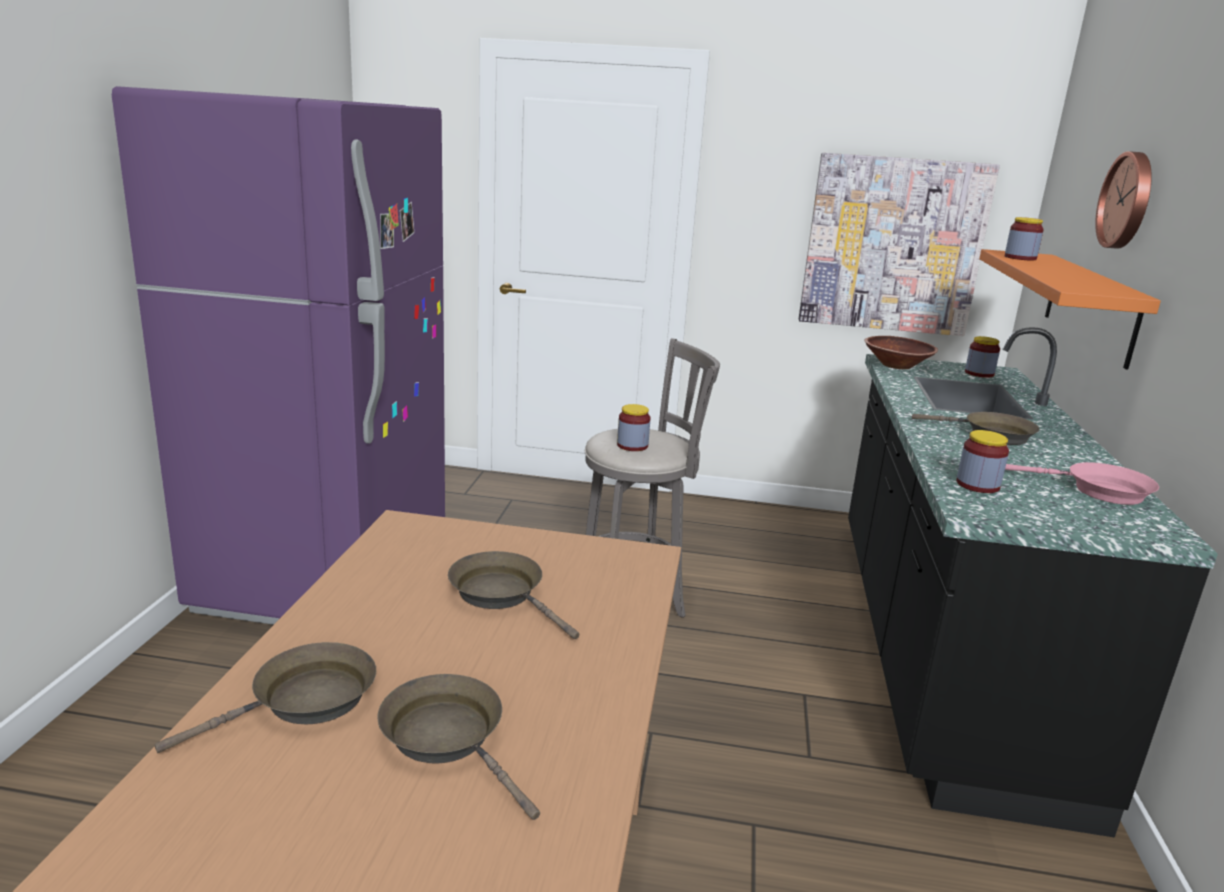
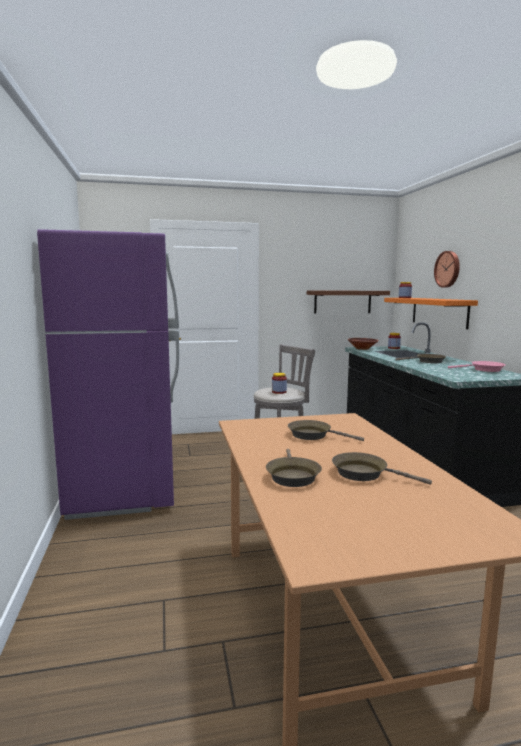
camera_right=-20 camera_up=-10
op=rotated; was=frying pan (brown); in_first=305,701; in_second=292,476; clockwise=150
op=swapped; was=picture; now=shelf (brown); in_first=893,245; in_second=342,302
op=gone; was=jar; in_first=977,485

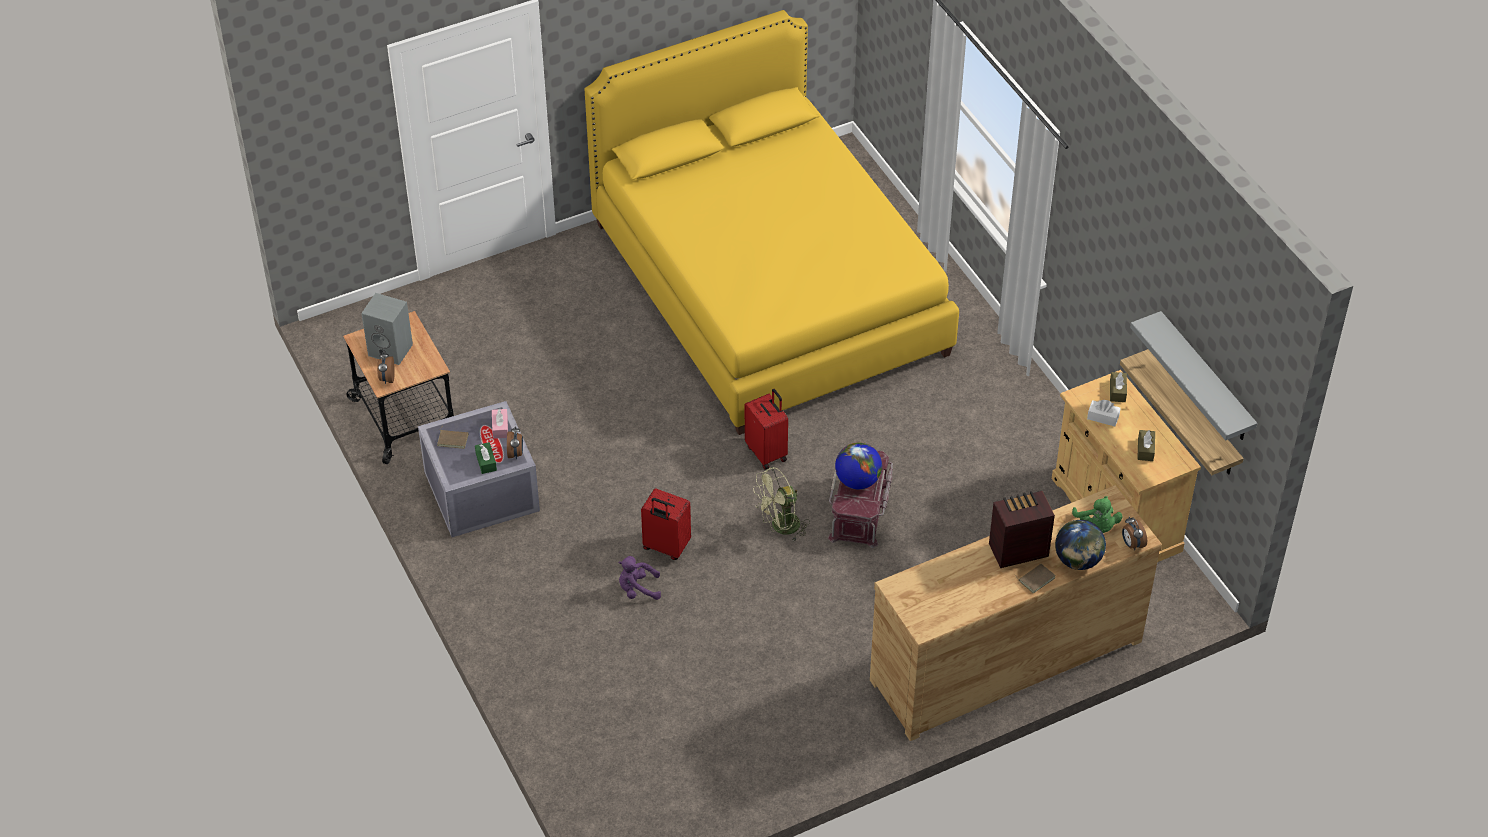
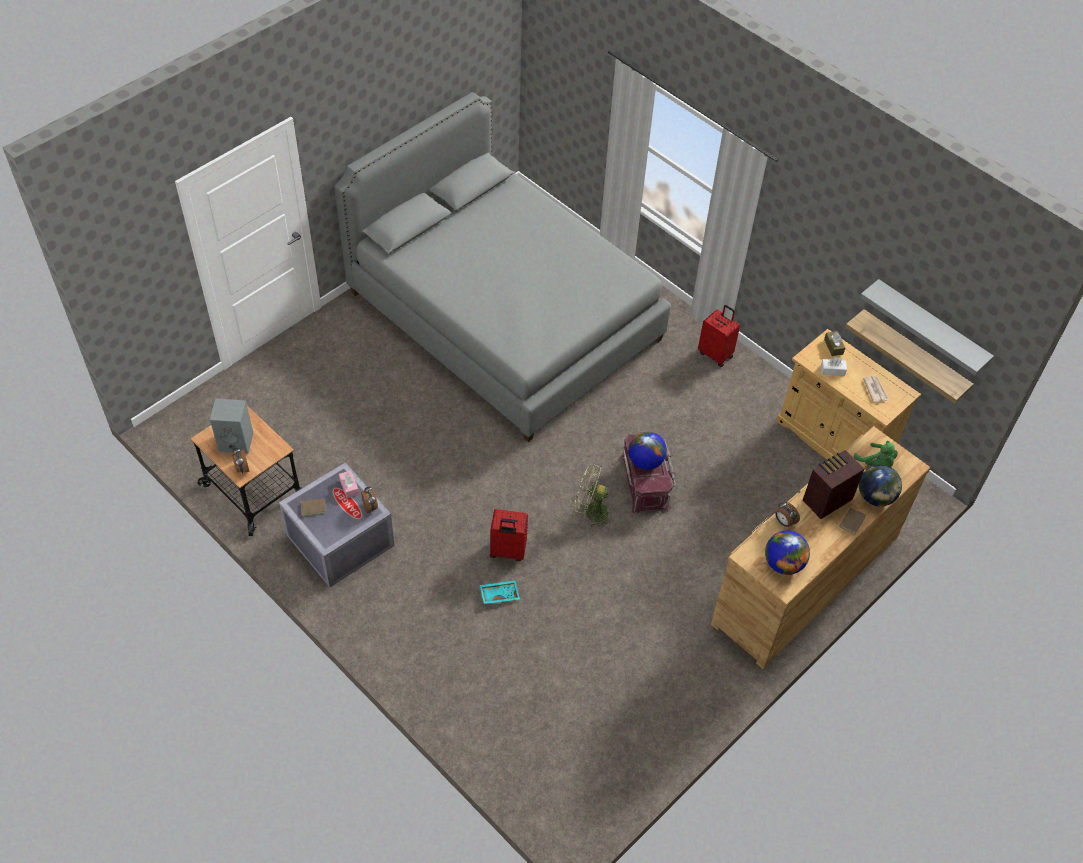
camera_right=-20 camera_up=5
op=repainted; was=bed (yellow); now=bed (grey); in_first=769,288; in_second=504,316
op=swapped; was=plush toy (purple); now=tray (turquoise); in_first=637,589; in_second=499,594
op=rotated; was=fan (green); in_first=780,527; in_second=590,512; clockwise=60
op=shifted; was=suitcase (red); in_first=767,453; in_second=716,354
op=new; now=globe; in_second=783,564
op=shifted; was=alarm clock; in_first=1131,544; in_second=784,522
op=swapped; was=tissue box (brown); now=newspaper; in_first=1145,449; in_second=875,389
op=gone; was=tissue box (green); in_first=486,462

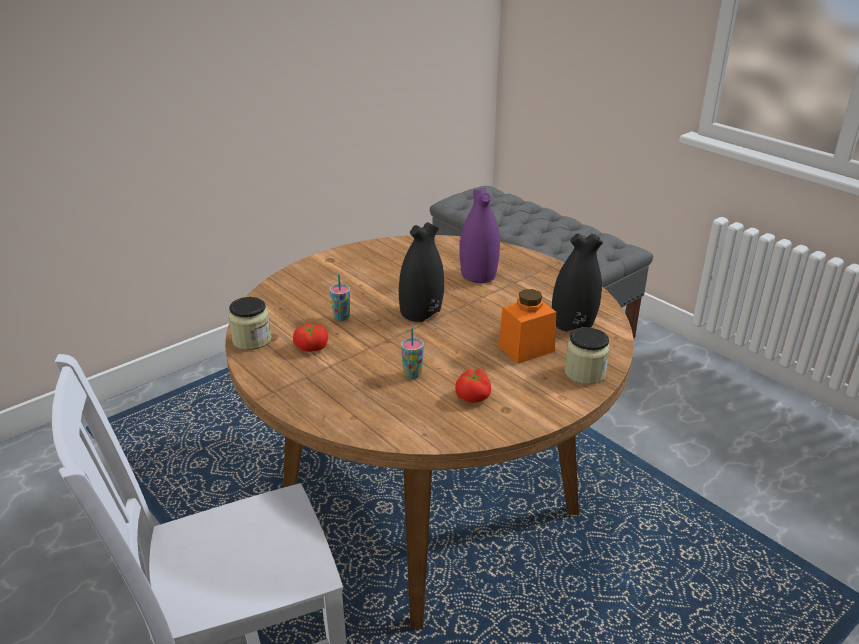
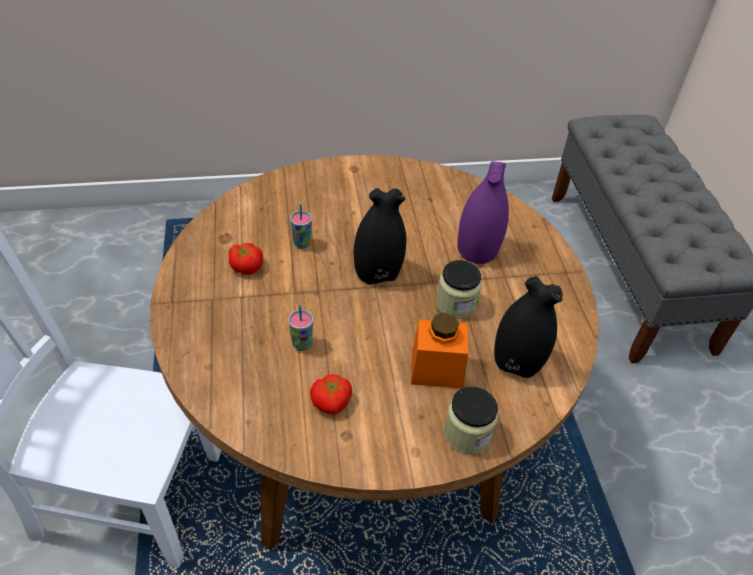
camera_right=30 camera_up=15
op=shifted; was=jar; in_first=252,340; in_second=456,304

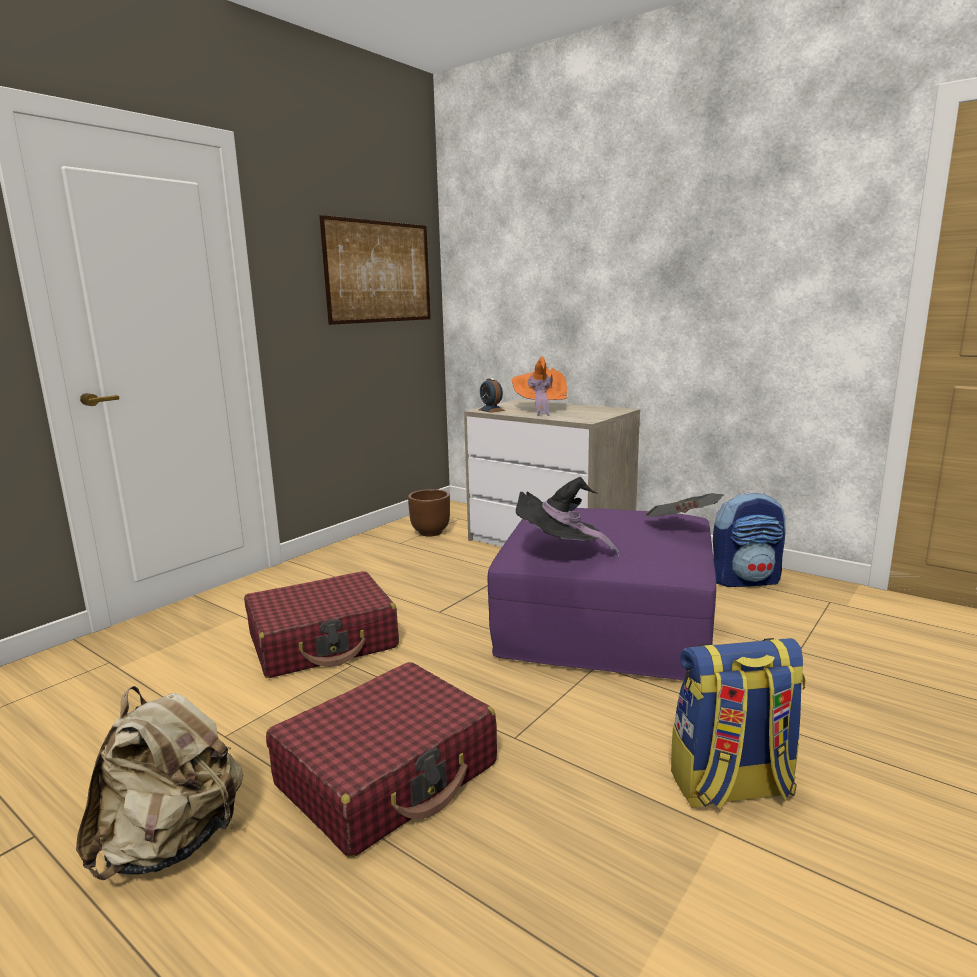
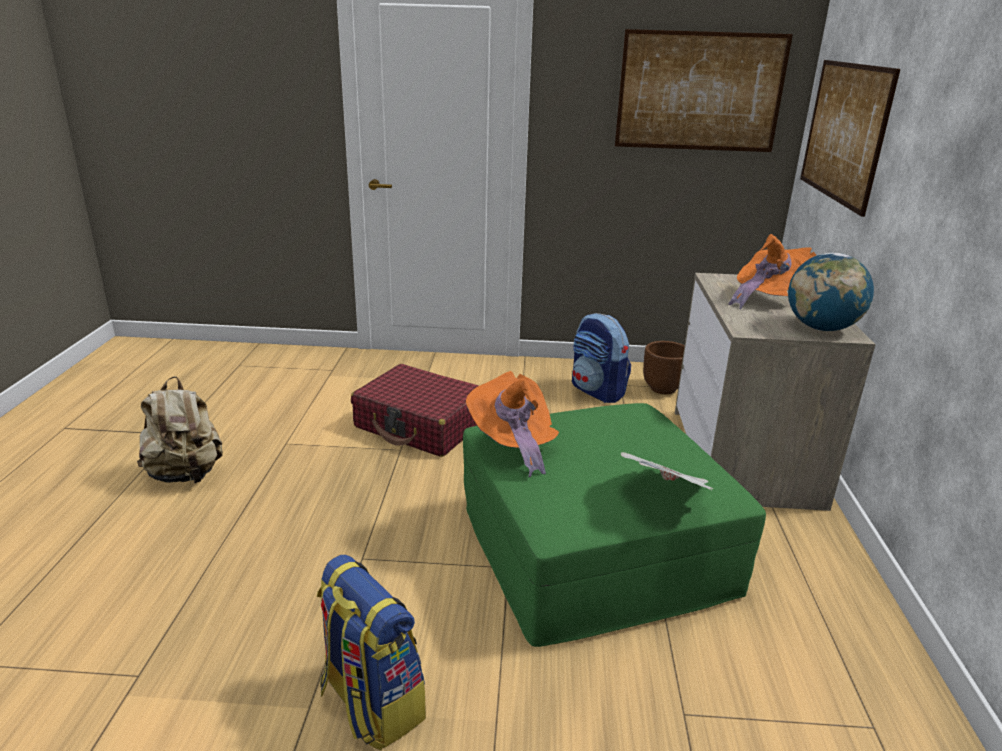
camera_right=55 camera_up=10
op=repainted; was=ottoman (purple); now=ottoman (green); in_first=605,623; in_second=595,548
op=repainted; was=hat (black); now=hat (orange); in_first=560,551; in_second=513,444
op=shifted; was=backpack; in_first=745,580; in_second=598,391
op=new; now=globe; in_second=821,328
op=new; now=picture; in_second=844,132
op=gone; was=suitcase (red); in_first=388,775
op=gone; was=alarm clock; in_first=491,410

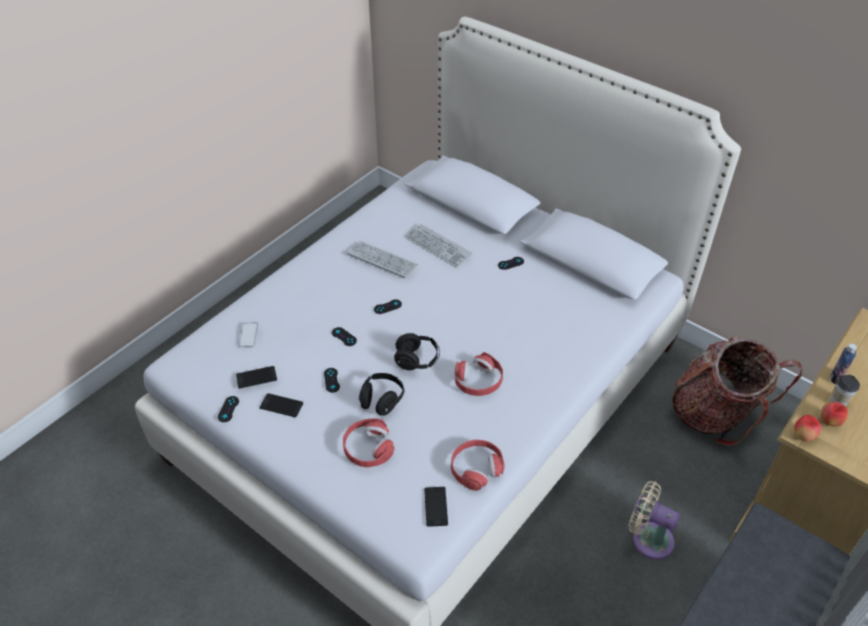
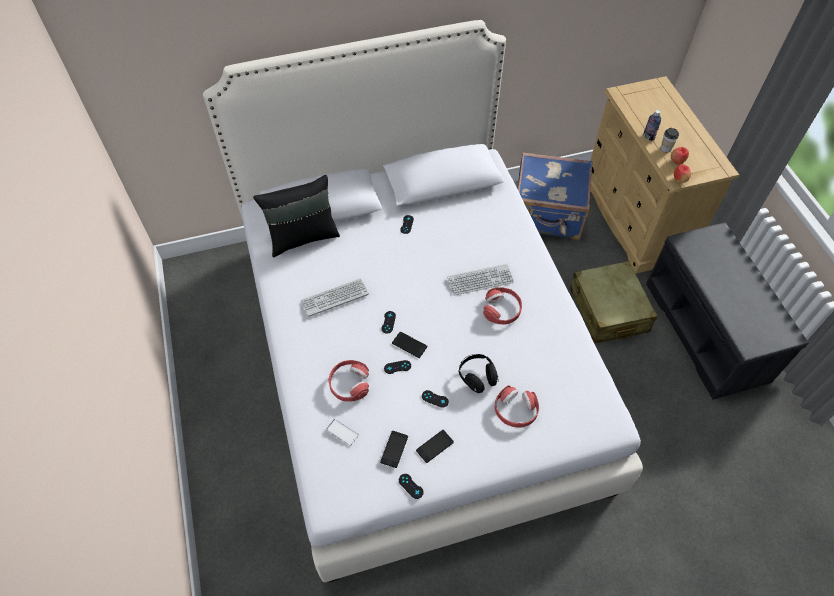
camera_right=-55 camera_up=10
op=new; now=pillow (black); in_second=303,237
op=shifted; was=headphones (red); in_first=476,468; in_second=349,384
op=shifted; was=phone; in_first=436,506; in_second=409,345
op=shifted; was=keyboard; in_first=438,246; in_second=480,280
op=swapped; was=backpack; now=suitcase (blue); in_first=716,414; in_second=547,215
op=swapped; was=fan (beige); now=suitcase (beige); in_first=648,538; in_second=608,310
op=gone; was=headphones (black); in_first=417,360

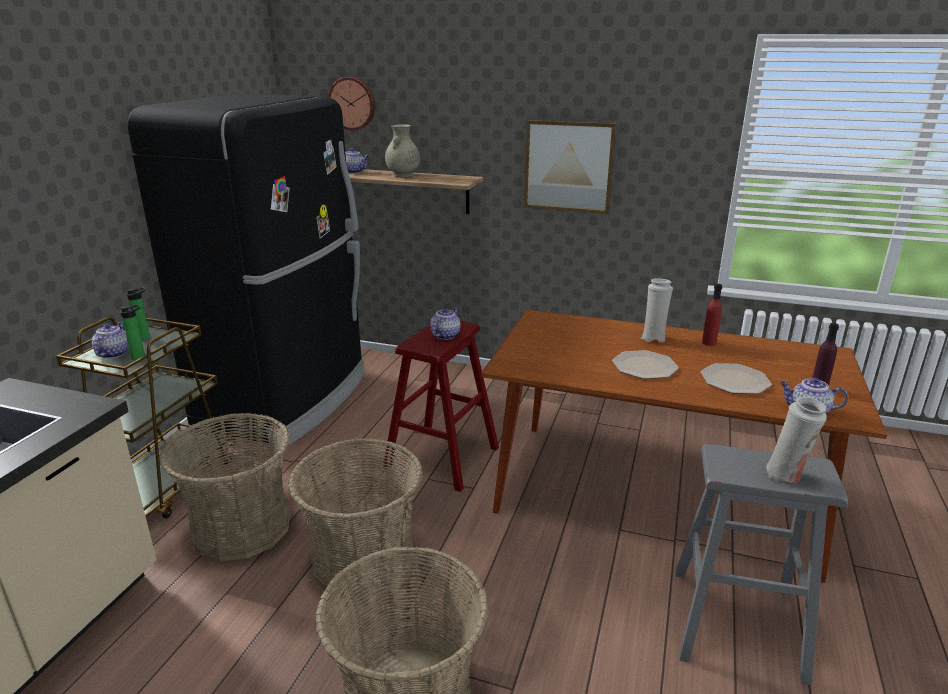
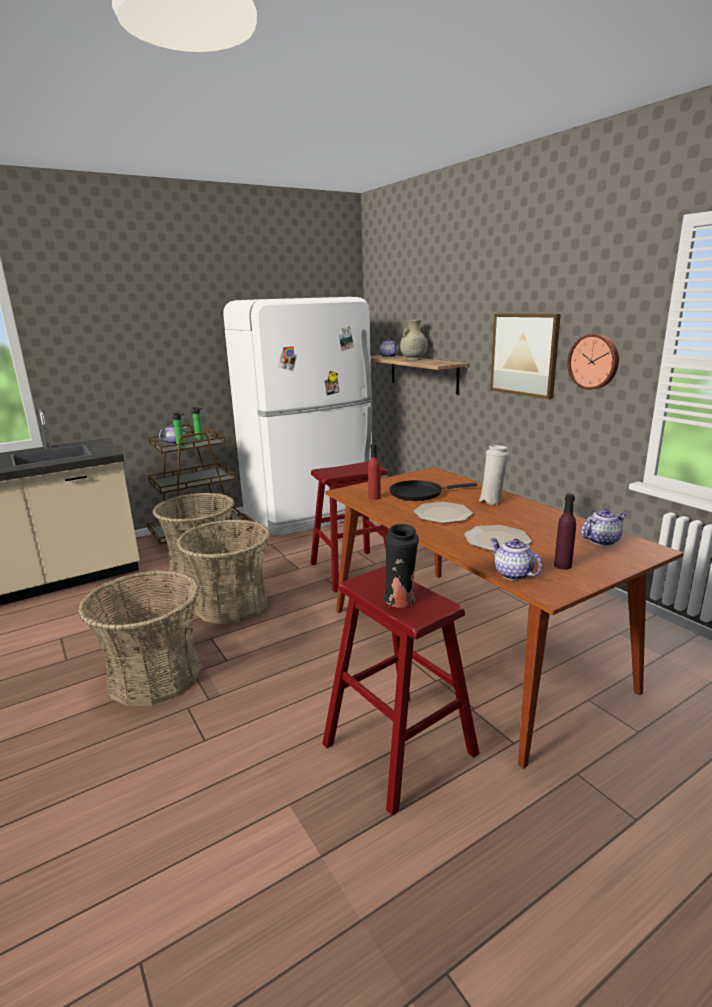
camera_right=40 camera_up=-5
op=repainted; was=fridge (black); now=fridge (white); in_first=287,399; in_second=311,513
op=repainted; was=stool (grey); now=stool (red); in_first=736,623; in_second=399,748
op=shifted; was=bottle (red); in_first=709,342; in_second=374,497
op=repainted; was=vase (white); now=vase (black); in_first=787,476; in_second=400,602
op=new; now=frying pan (black); in_second=419,493
op=shifted; was=wall clock; in_first=352,103; in_second=594,361
op=shifted; was=teapot; in_first=445,335; in_second=602,540

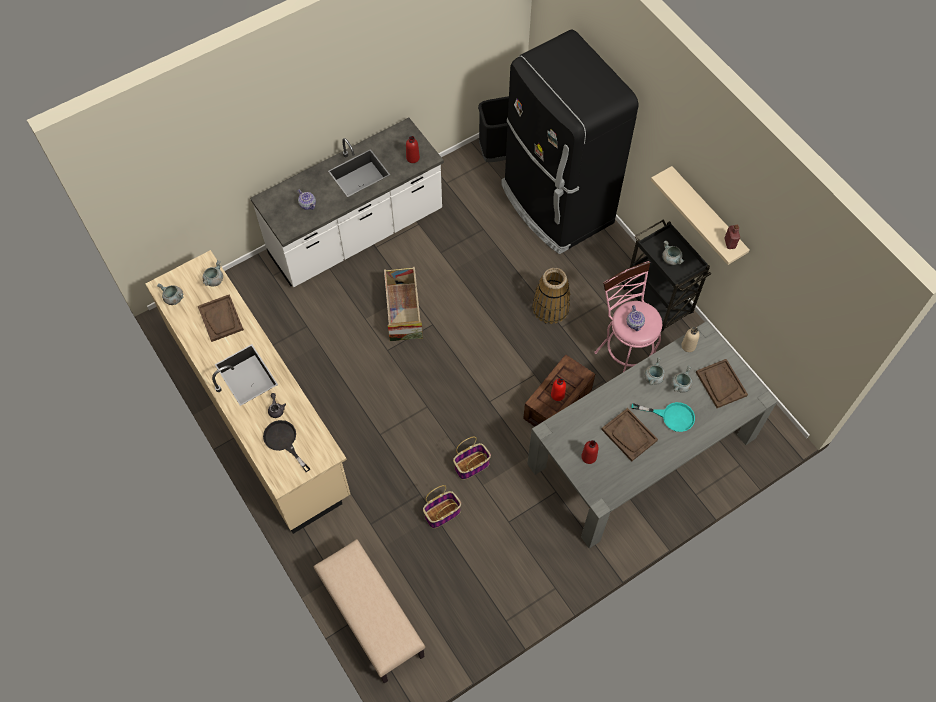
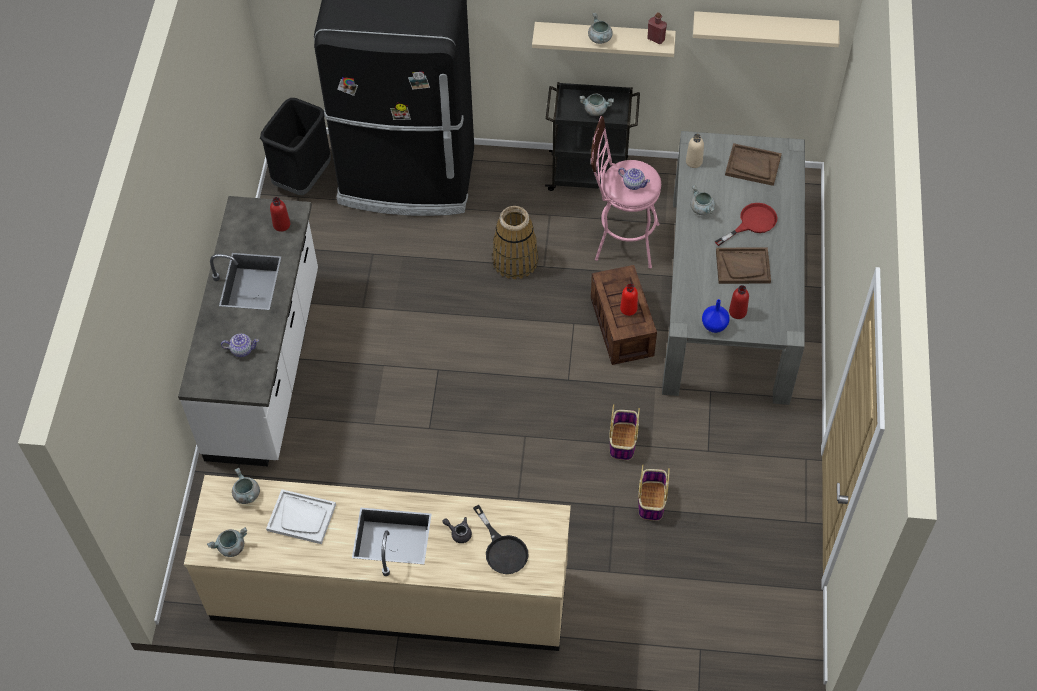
camera_right=-50 camera_up=-5
op=repainted; was=tray (brown); now=tray (white); in_first=221,319; in_second=302,517
op=rotated; was=frying pan (black); in_first=284,441; in_second=502,549; clockwise=-120
op=shifted; was=cooking pot (grey); in_first=680,386; in_second=600,38
op=new; now=shelf (beige); in_second=764,28
op=new; now=vase (blue); in_second=714,325
op=repainted; was=frying pan (turquoise); now=frying pan (red); in_first=671,416; in_second=752,223
op=gone; was=bench (beige); in_first=371,618
op=gone; was=crate; in_first=403,310

